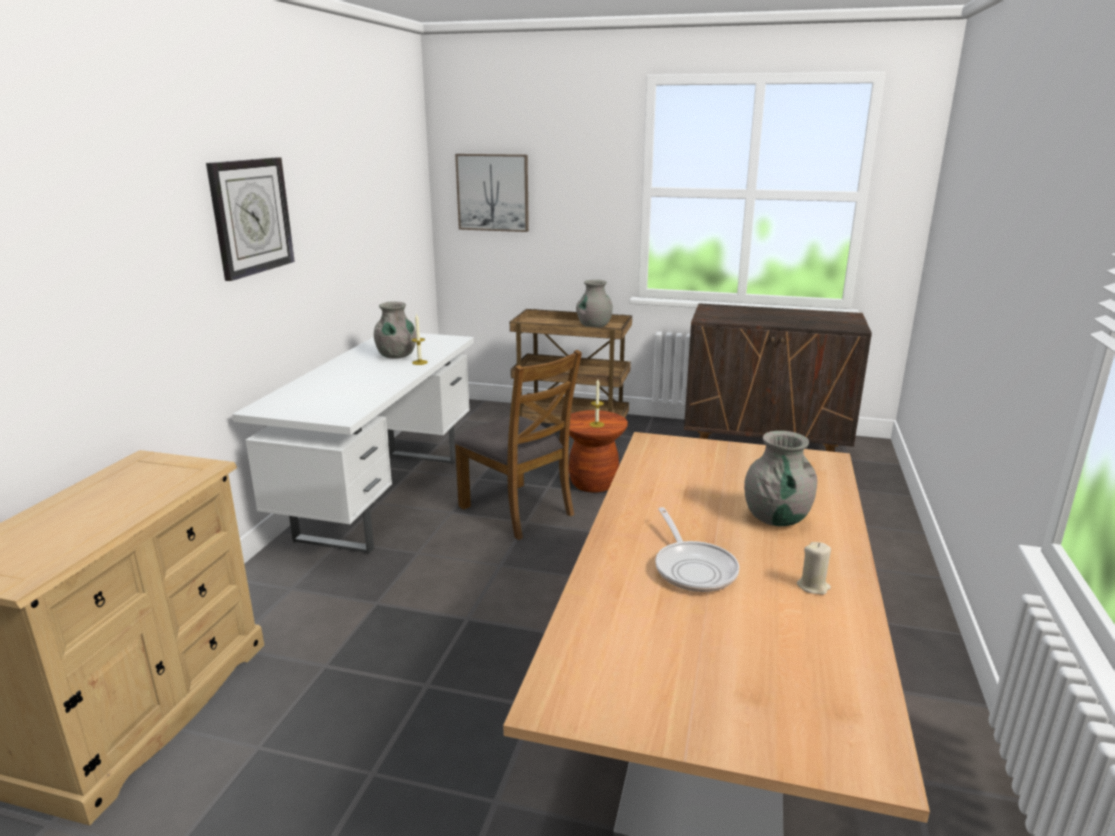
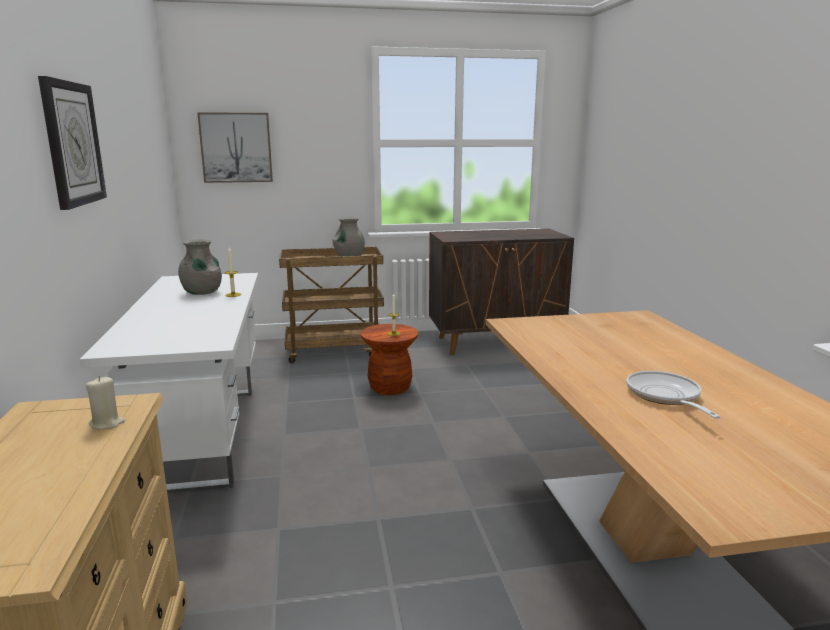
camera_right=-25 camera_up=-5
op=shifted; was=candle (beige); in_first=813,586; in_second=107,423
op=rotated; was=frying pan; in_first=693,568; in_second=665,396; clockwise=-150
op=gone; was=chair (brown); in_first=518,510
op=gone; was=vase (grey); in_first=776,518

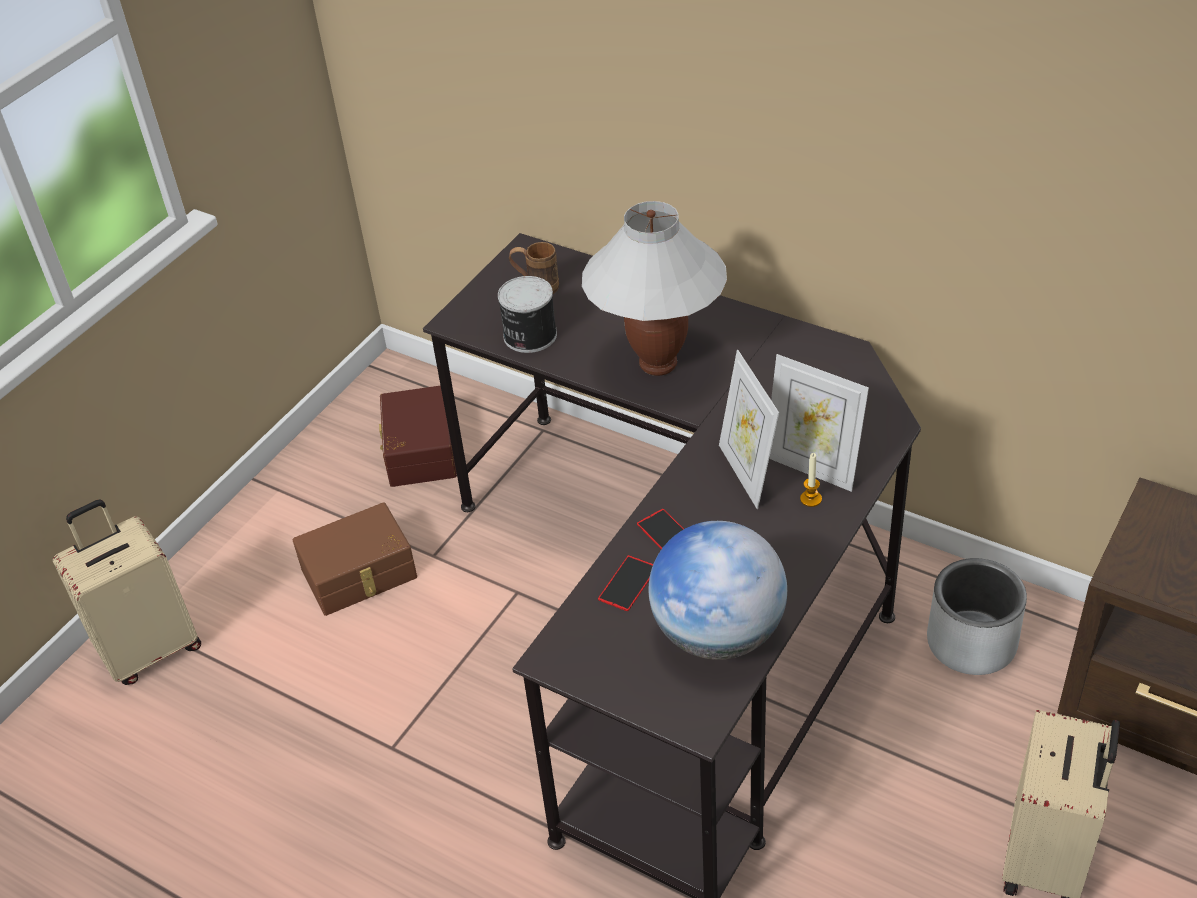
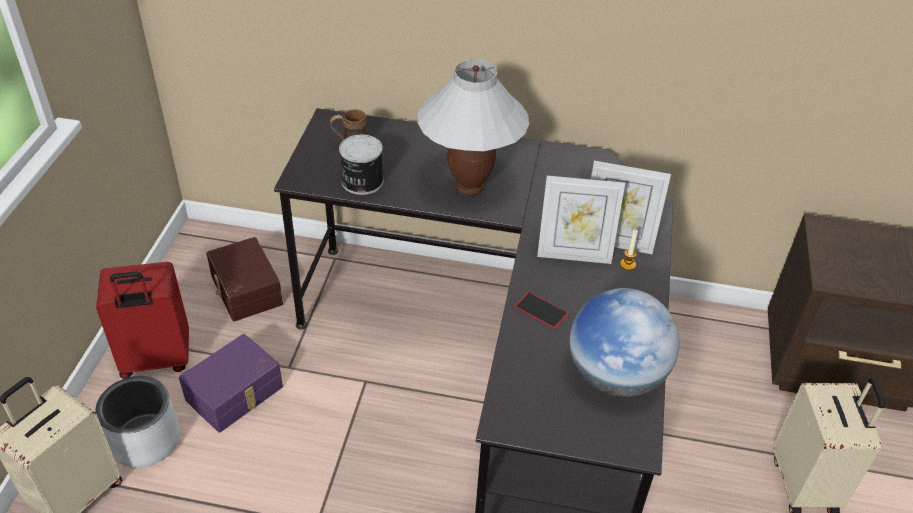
camera_right=-25 camera_up=0
op=new; now=suitcase (red); in_second=156,360
op=shifted; was=planter (grey); in_first=971,642; in_second=145,440
op=repainted; was=storage box (brown); now=storage box (purple); in_first=360,575; in_second=236,394
op=rotated; was=picture frame; in_first=747,473; in_second=574,254; clockwise=-45
op=gone; was=phone; in_first=628,583

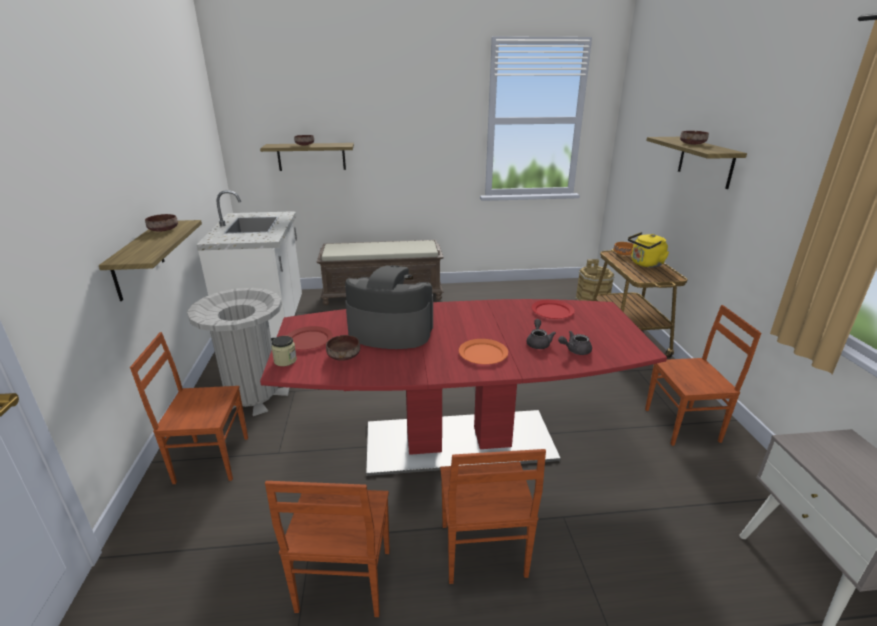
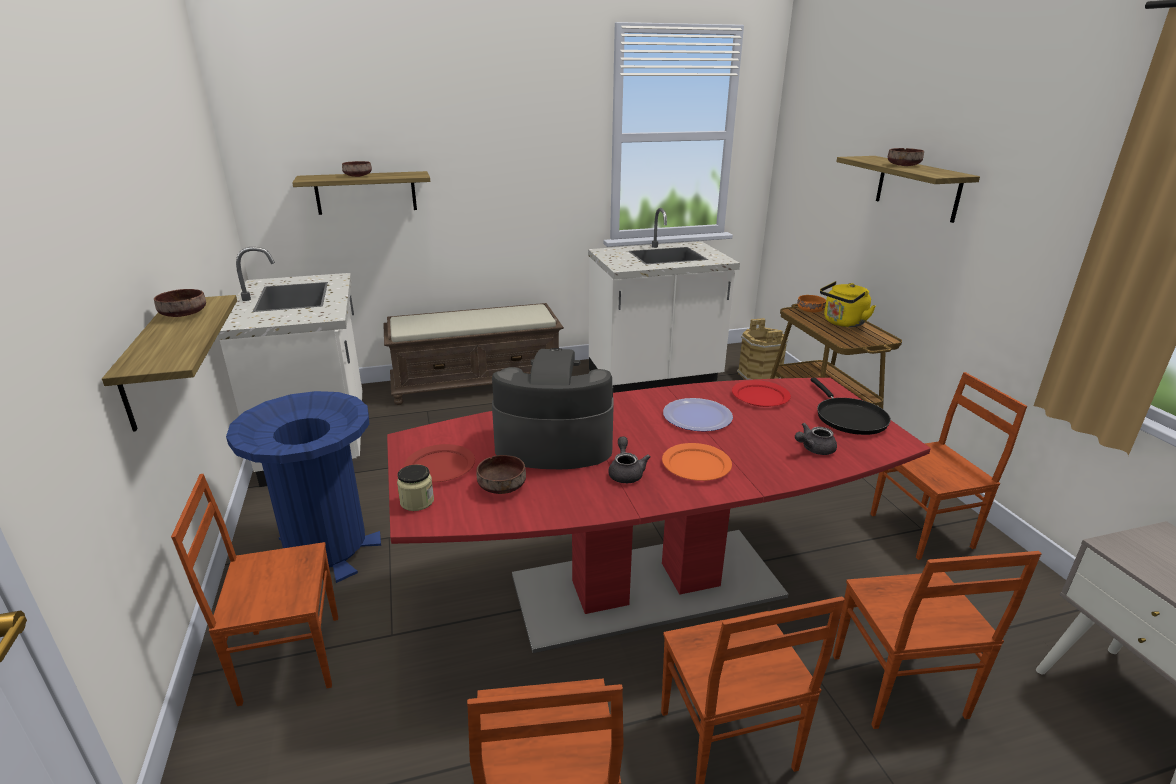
camera_right=-10 camera_up=0
op=repainted; was=trash can (grey); now=trash can (blue); in_first=253,394; in_second=327,549
op=new; now=counter (white); in_second=654,377
op=shifted; was=teapot (grey); in_first=538,343; in_second=626,472
op=new; now=plate; in_second=697,416
op=new; now=frying pan (black); in_second=848,417
op=new; now=chair (brown); in_second=897,688

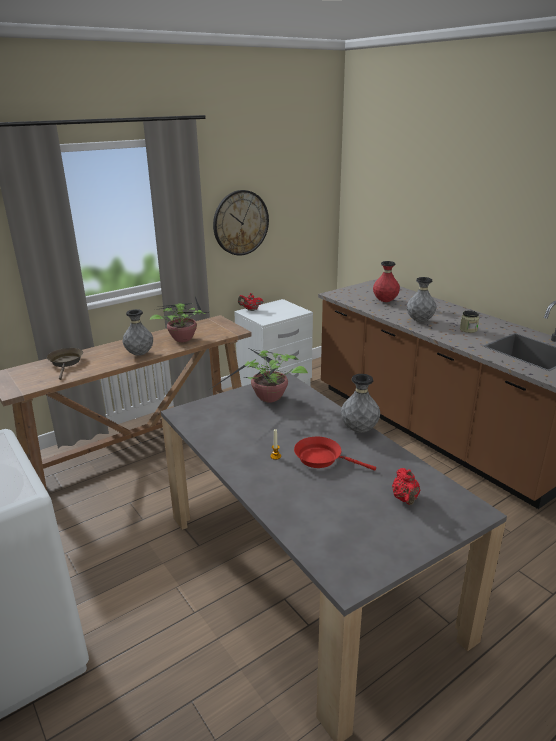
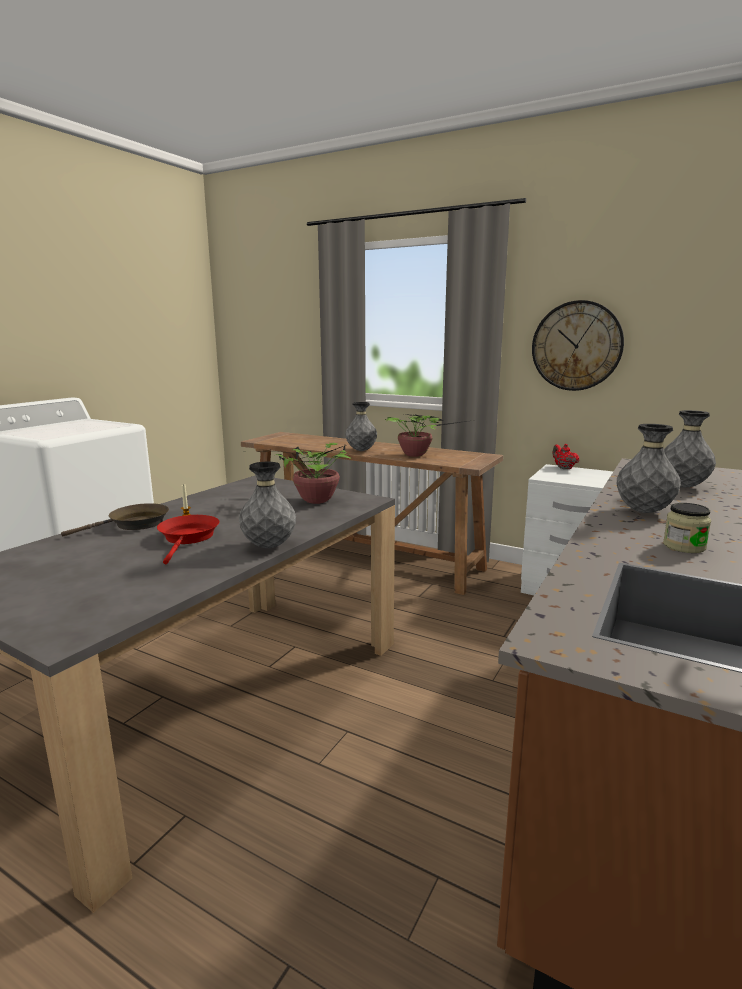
camera_right=65 camera_up=-10
op=shifted; was=frying pan (brown); in_first=66,363; in_second=134,524
op=repainted; was=vase (red); now=vase (grey); in_first=385,301; in_second=682,486
op=gone; was=teapot (red); in_first=405,499

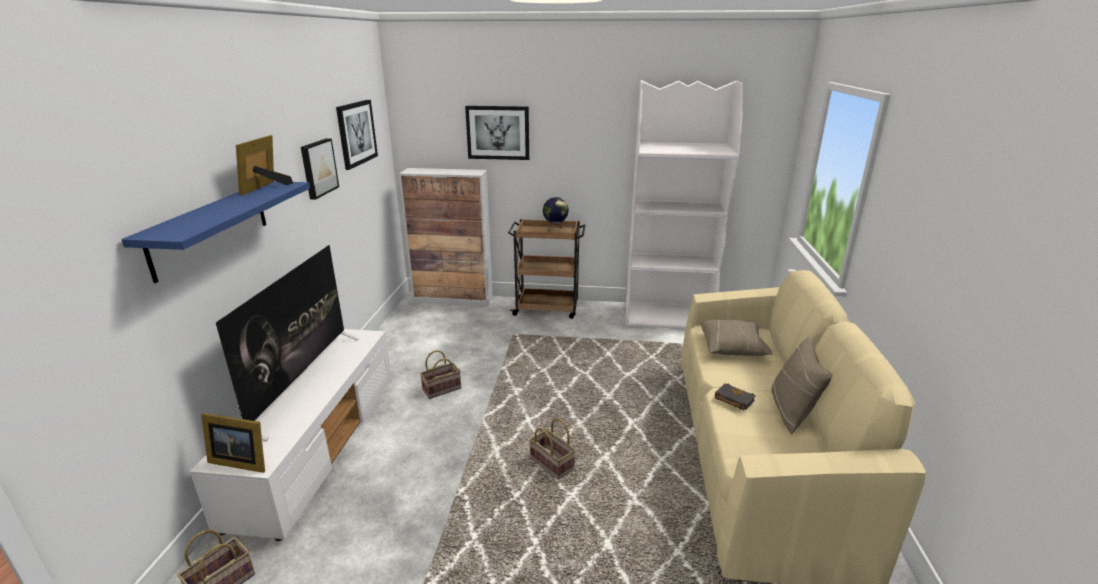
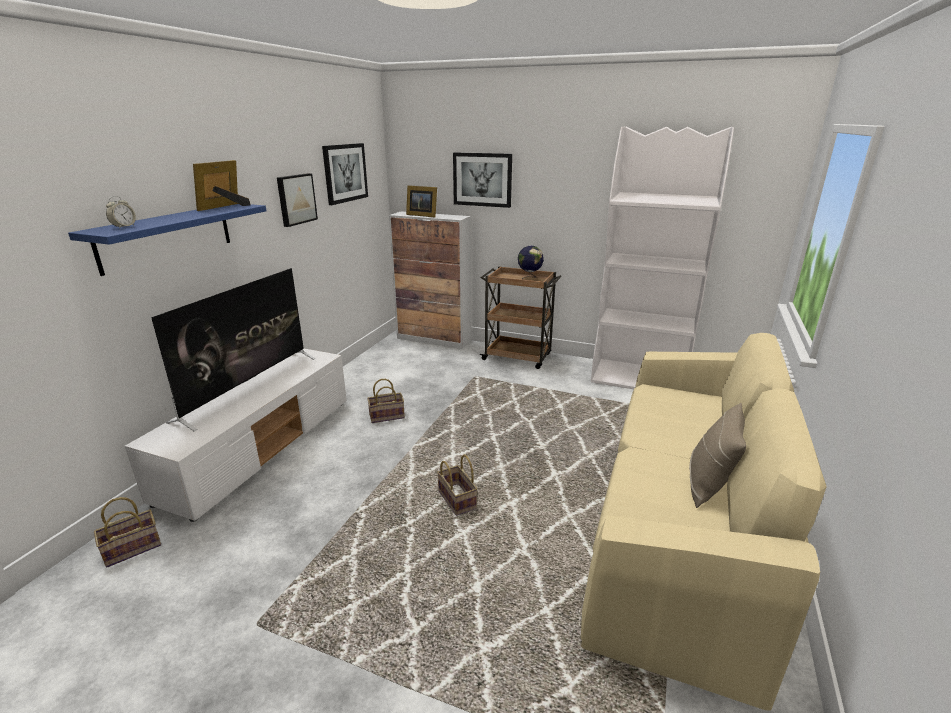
camera_right=15 camera_up=0
op=new; now=alarm clock; in_second=124,227
op=shifted; was=picture frame; in_first=240,461; in_second=422,215
op=gone; was=pillow (beige); in_first=732,347
op=gone; was=book (black); in_first=732,399

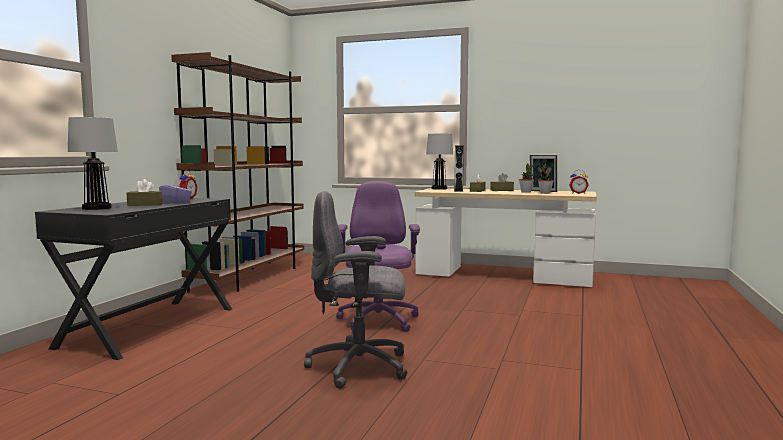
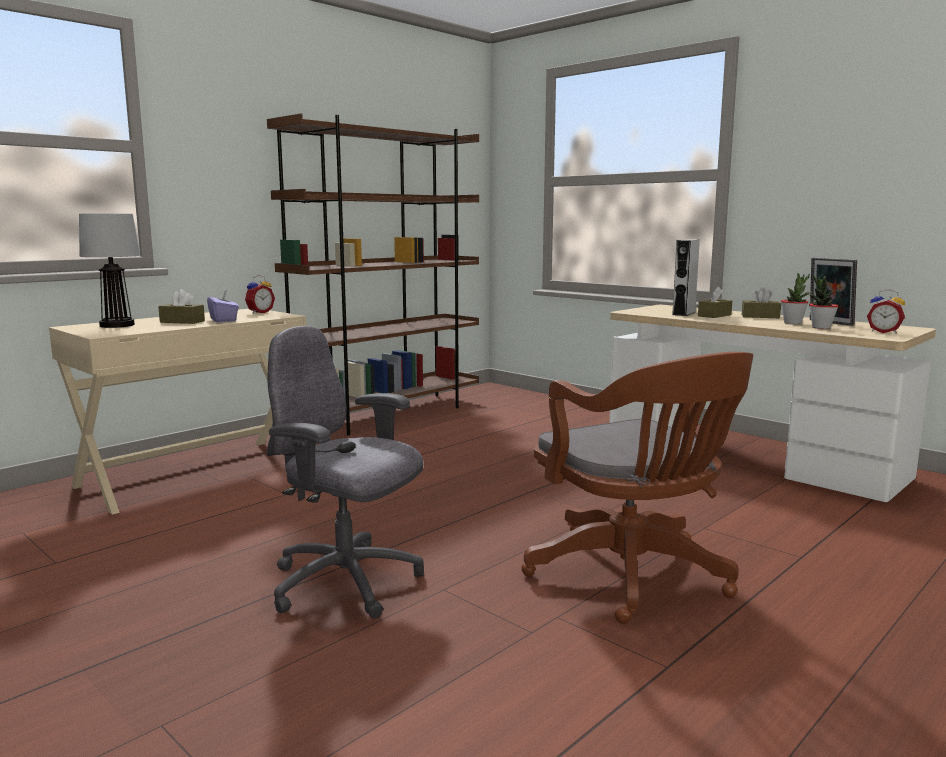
camera_right=25 camera_up=5
op=repainted; was=desk (black); now=desk (beige); in_first=149,326; in_second=196,473
op=new; now=office chair (brown); in_second=634,577
op=gone; was=office chair (purple); in_first=377,322
op=gone; was=table lamp; in_first=439,189

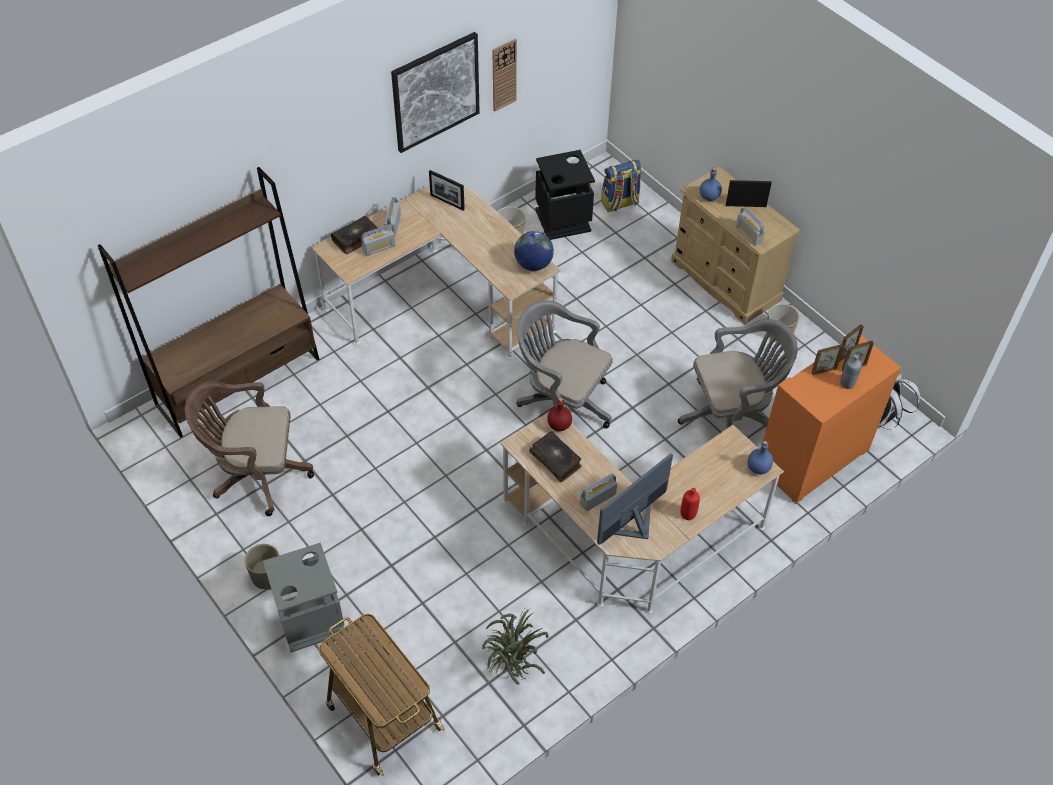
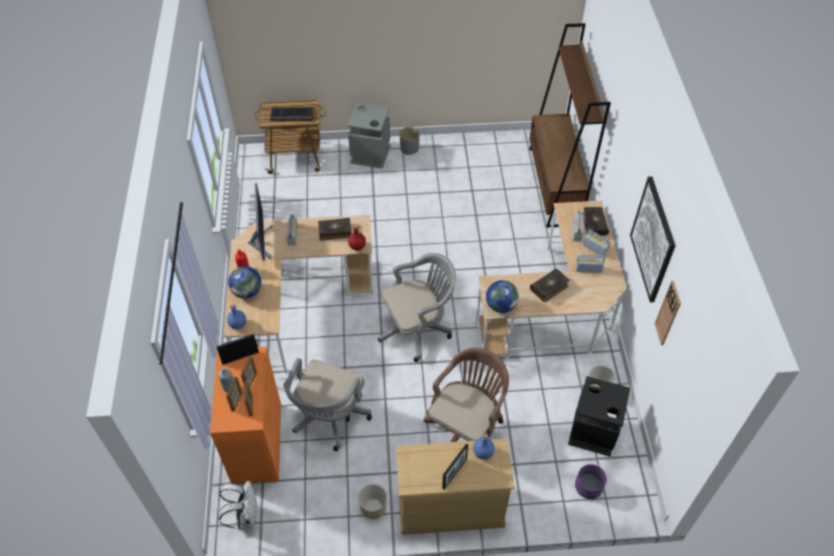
camera_right=125 camera_up=0
op=shifted; was=picture frame; in_first=447,202; in_second=240,357
op=new; now=globe; in_second=247,292
op=new; now=keyboard; in_second=291,115
op=shifted; was=office chair (brown); in_first=256,474; in_second=466,429
op=new; now=book; in_second=549,288
op=swapped; was=backpack; now=planter (purple); in_first=620,203; in_second=588,486
op=shifted; was=radio; in_first=749,234; in_second=588,269
op=gone; was=potted plant; in_first=512,668

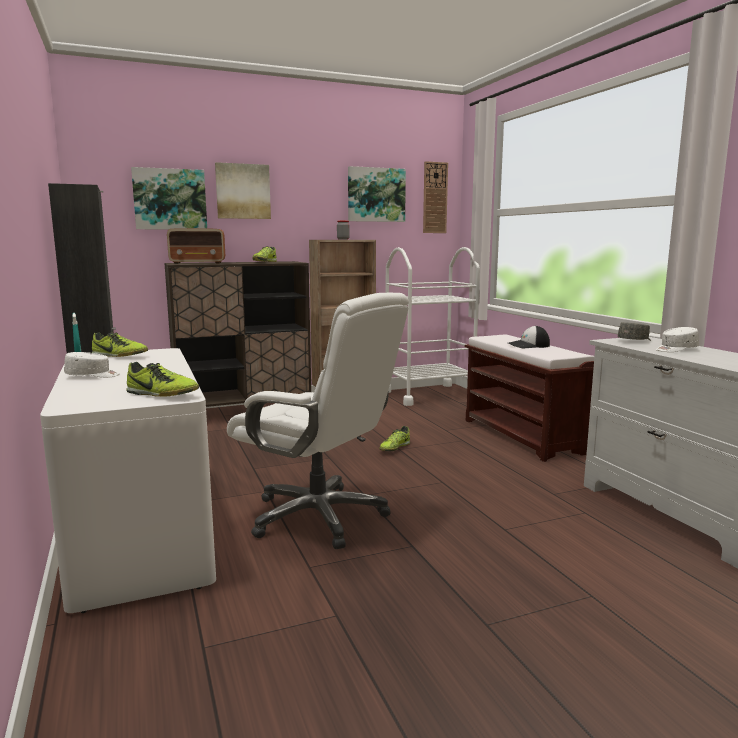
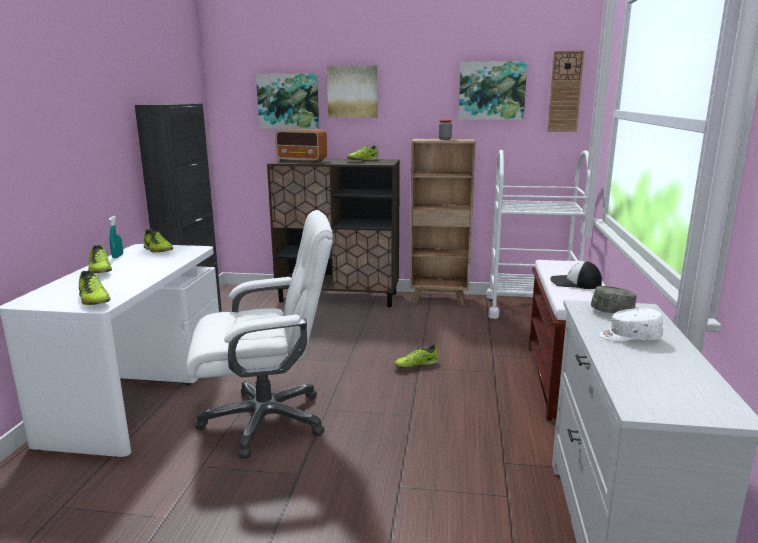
camera_right=30 camera_up=5
op=swapped; was=cap (white); now=shoe; in_first=92,376; in_second=100,270
op=rotated; was=office chair (white); in_first=319,516; in_second=266,420; clockwise=-75

